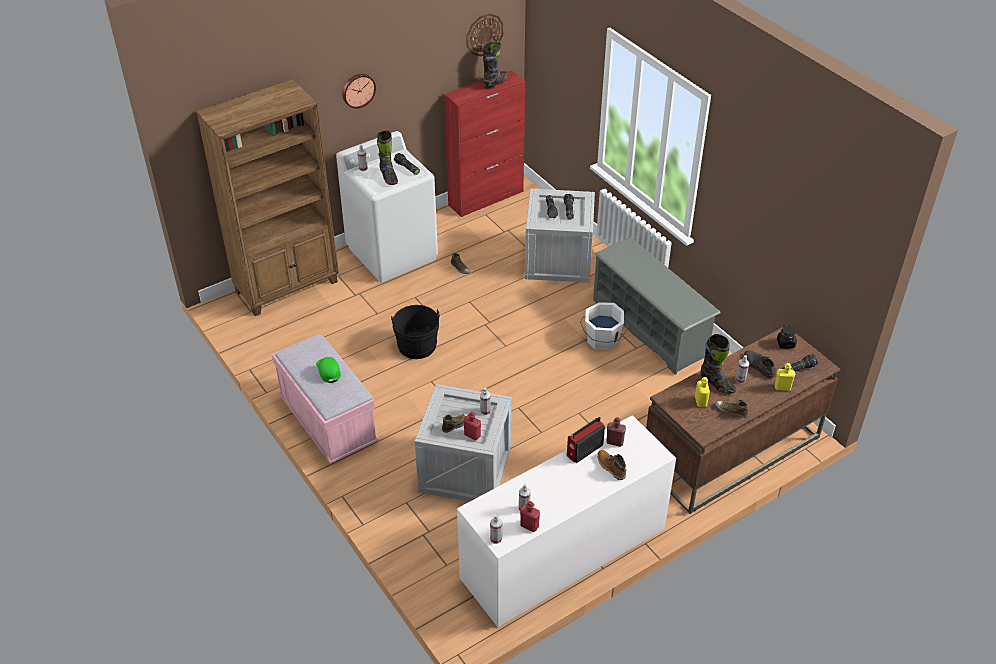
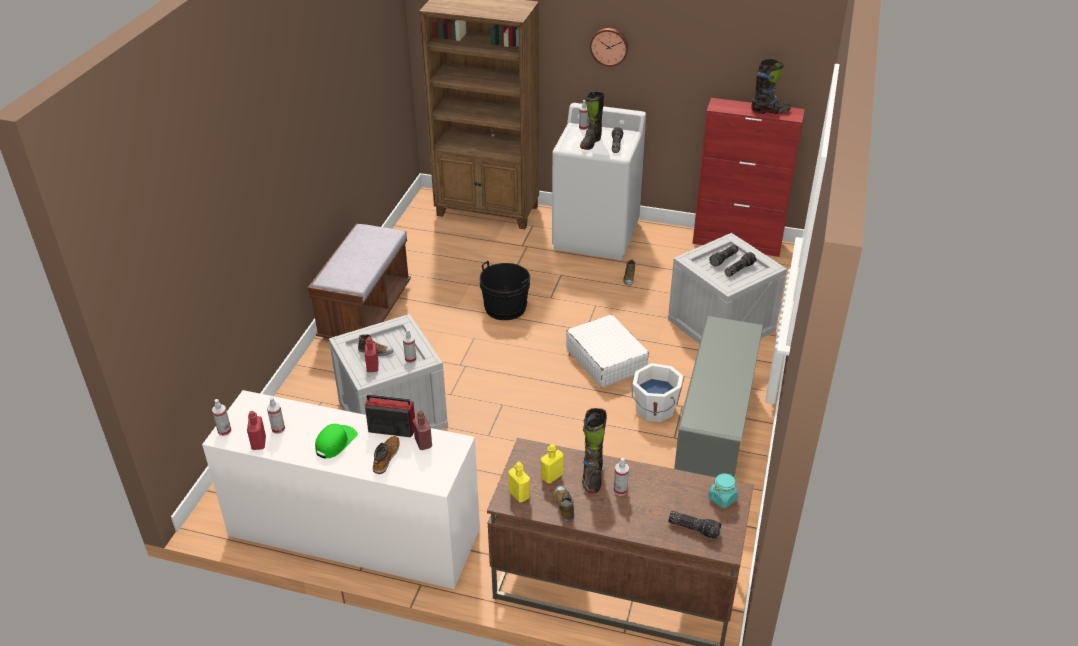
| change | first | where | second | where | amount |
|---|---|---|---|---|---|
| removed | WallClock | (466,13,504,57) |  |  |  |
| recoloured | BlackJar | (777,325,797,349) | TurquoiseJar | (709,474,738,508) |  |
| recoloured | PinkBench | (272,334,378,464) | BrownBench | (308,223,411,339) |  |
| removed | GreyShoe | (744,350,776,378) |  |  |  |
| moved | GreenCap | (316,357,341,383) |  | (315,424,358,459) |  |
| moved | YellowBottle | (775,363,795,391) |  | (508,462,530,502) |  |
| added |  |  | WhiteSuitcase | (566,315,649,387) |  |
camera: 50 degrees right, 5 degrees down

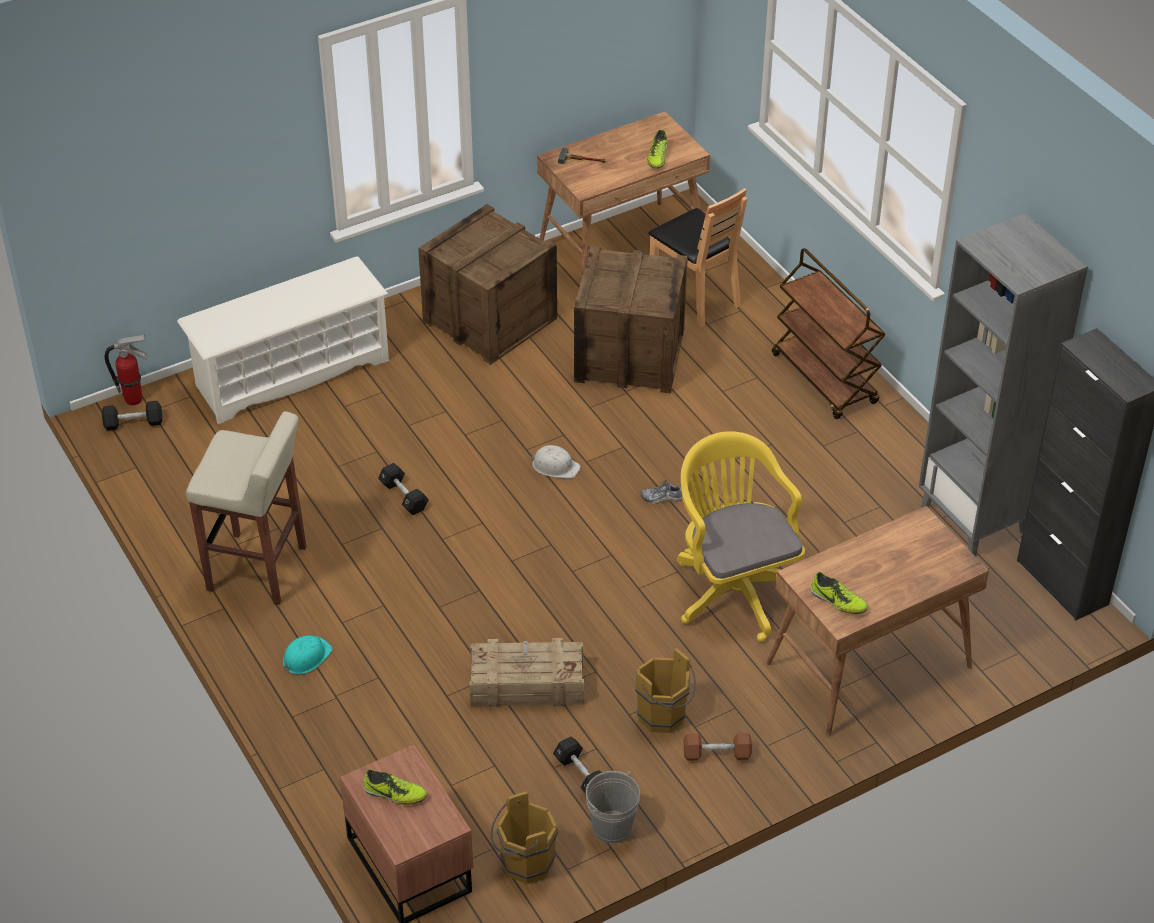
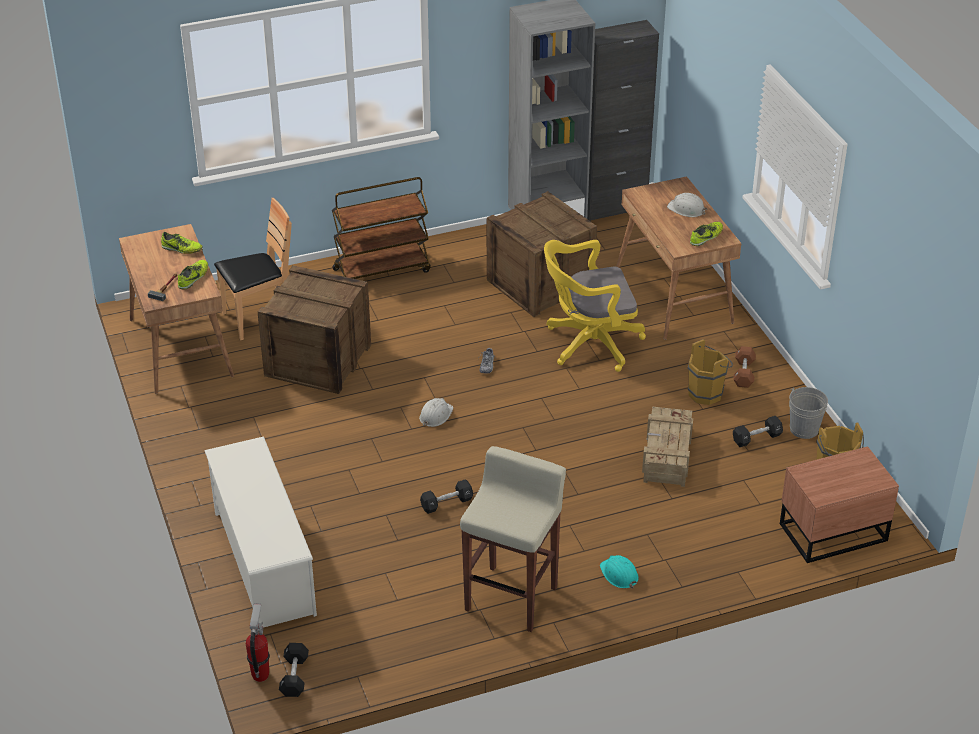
| change | first | where | second | where | amount |
|---|---|---|---|---|---|
| moved | Crate | (418,204,557,365) |  | (487,191,597,317) |  |
| moved | Shoe | (364,769,427,805) |  | (178,260,208,289) |  |
| added |  |  | WhiteHardHat | (667,193,707,217) |  |
camera: 80 degrees left, 5 degrees down

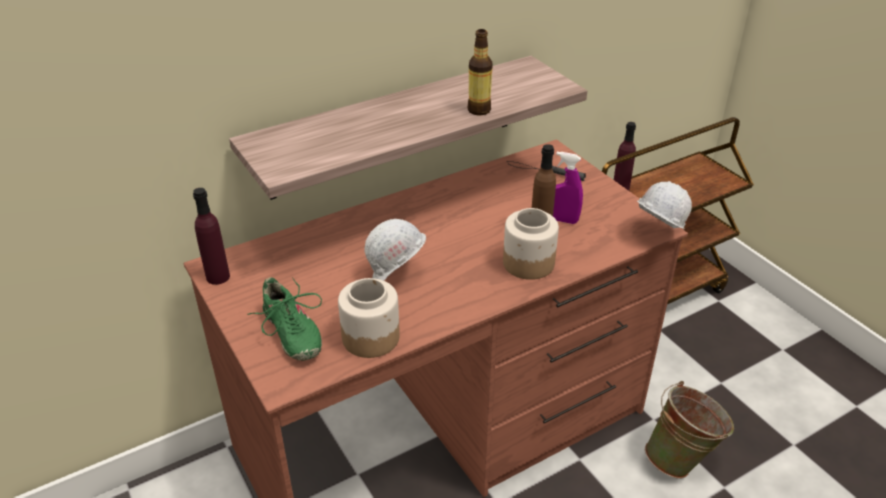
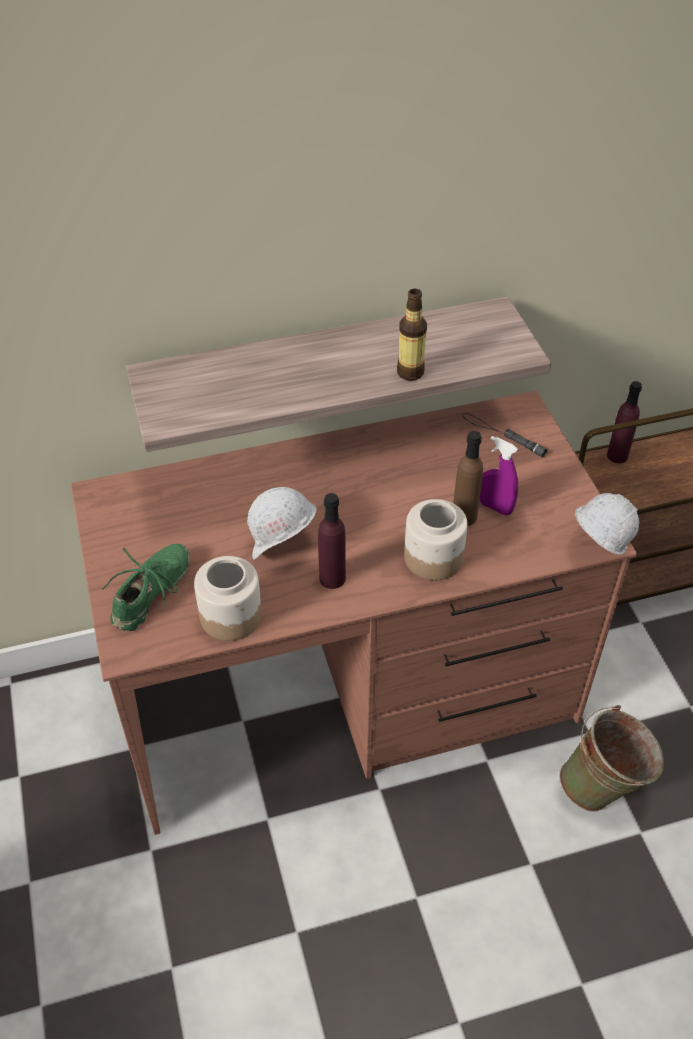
| change | first | where | second | where | amount |
|---|---|---|---|---|---|
| moved | PurpleBottle | (193,188,230,285) |  | (318,493,346,589) |  |
| turned | GreenShoe | (247,277,322,361) |  | (102,544,190,631) | 135 degrees counterclockwise |
camera: 15 degrees right, 10 degrees up

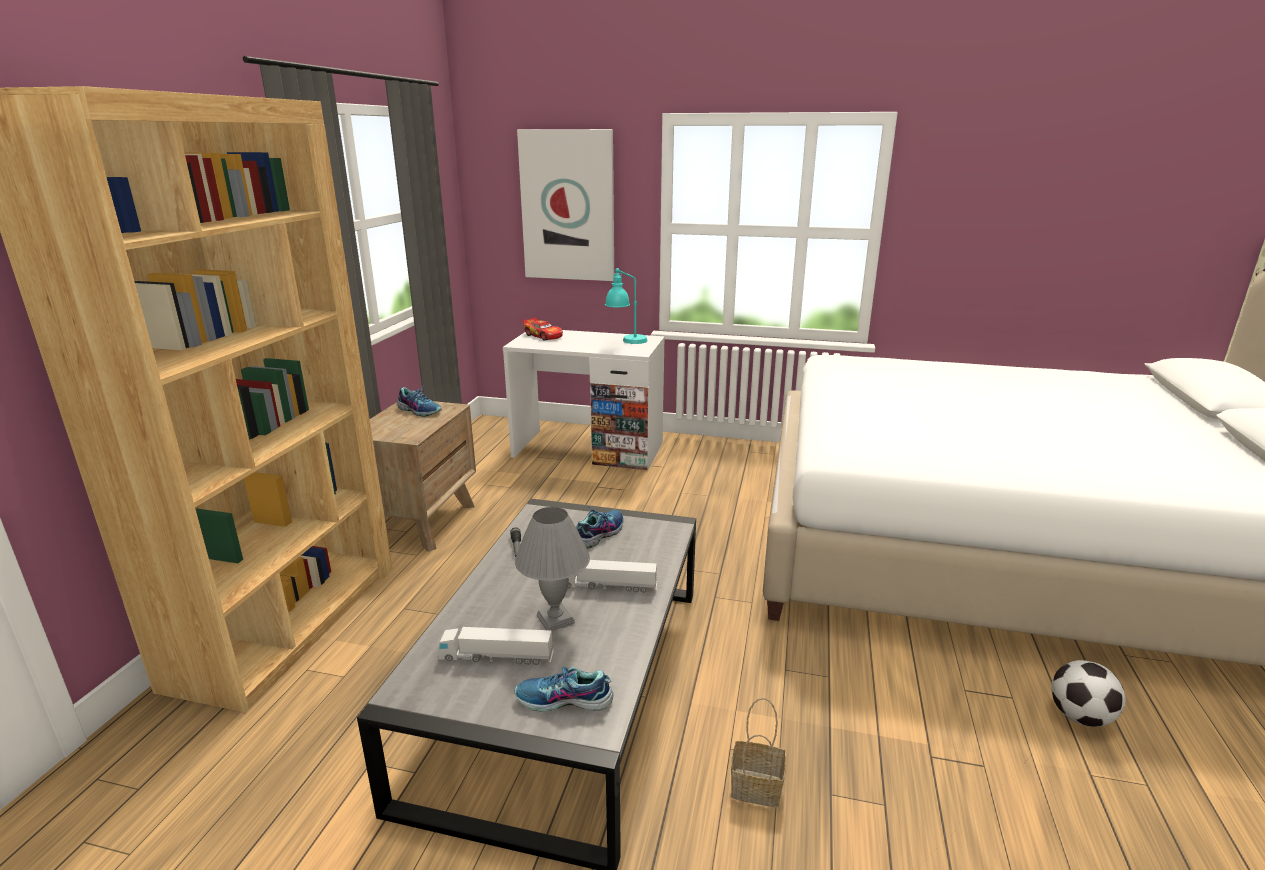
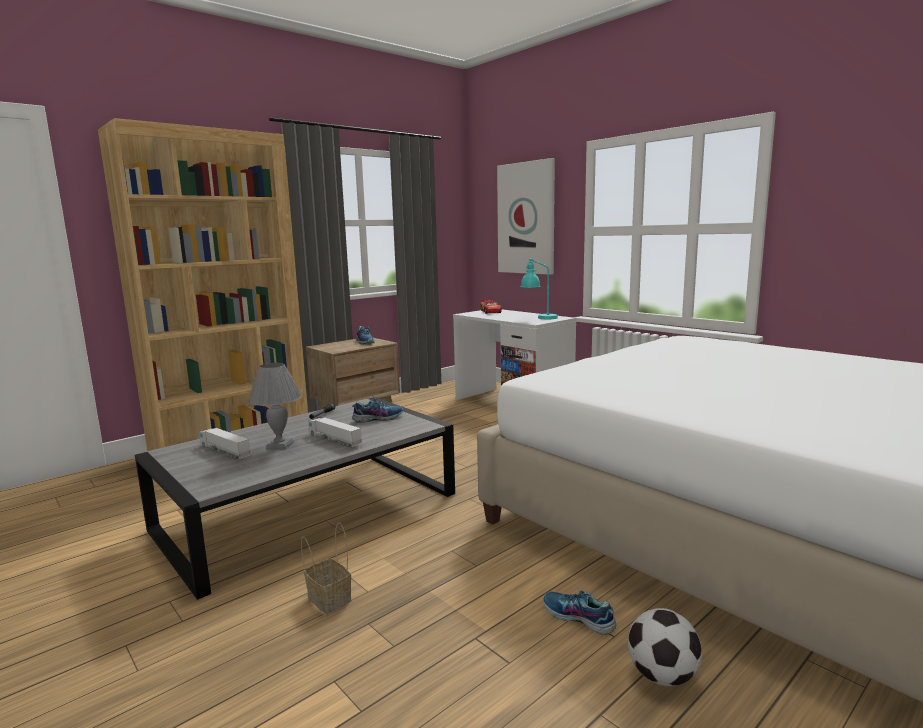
| change | first | where | second | where | amount |
|---|---|---|---|---|---|
| moved | Shoe | (515,667,613,711) |  | (543,591,616,635) |  |
camera: 35 degrees right, 10 degrees down

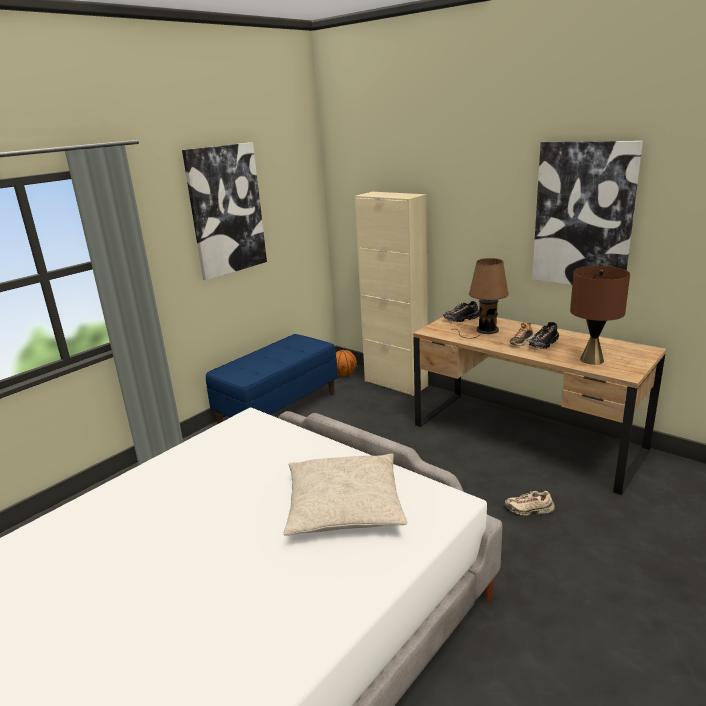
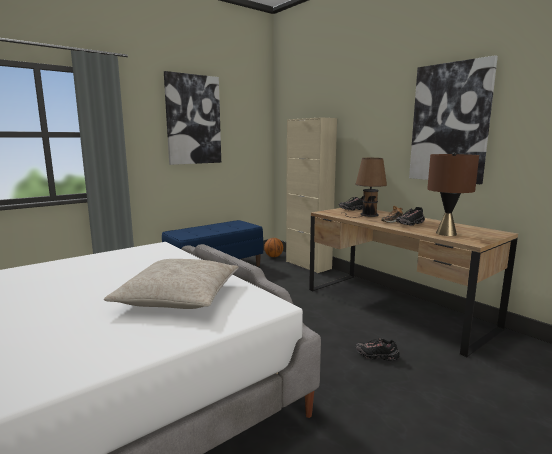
| change | first | where | second | where | amount |
|---|---|---|---|---|---|
| recoloured | BeigeShoe | (505,491,555,516) | BlackShoe | (356,338,400,361) |  |
camera: 10 degrees right, 10 degrees down

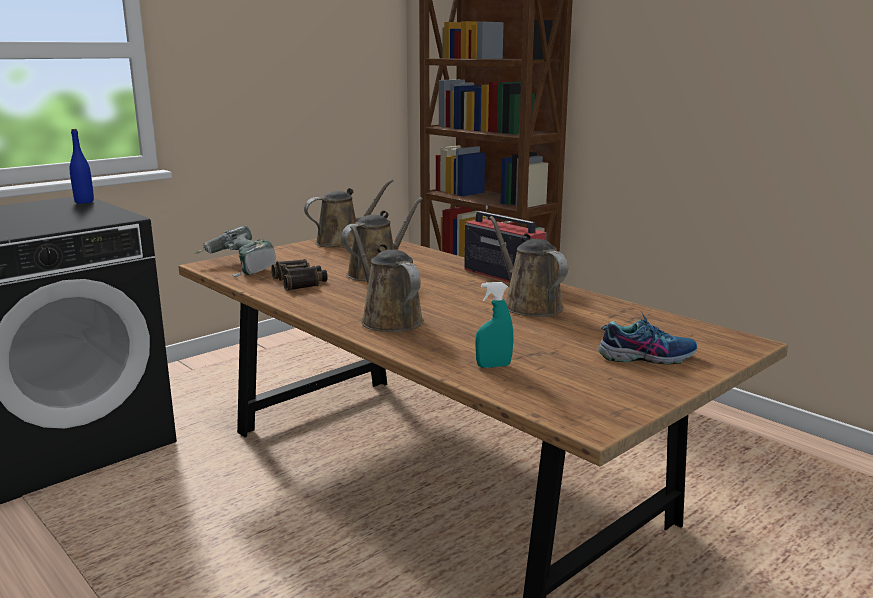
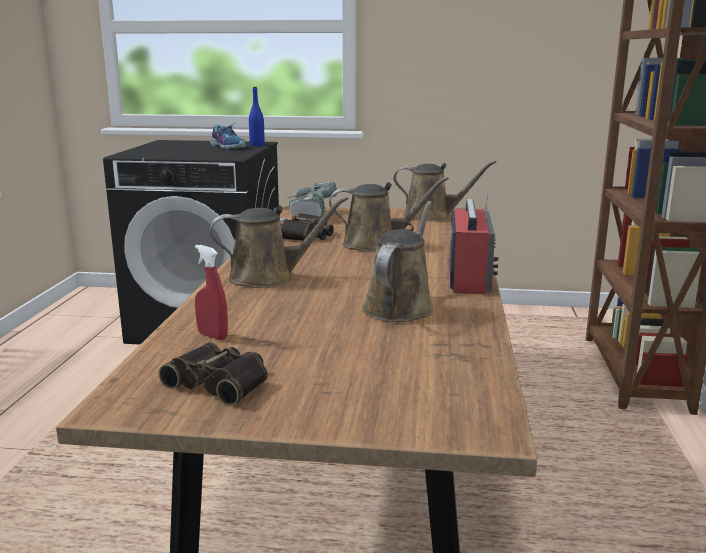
| change | first | where | second | where | amount |
|---|---|---|---|---|---|
| turned | BrownWateringCan | (350,225,424,332) |  | (210,196,348,288) | 60 degrees clockwise |
| recoloured | TurquoiseSprayBottle | (475,282,514,368) | RedSprayBottle | (195,245,228,340) |  |
| moved | Shoe | (598,311,698,365) |  | (210,124,246,150) |  |
| added |  |  | Binoculars | (159,342,268,406) |  |
camera: 50 degrees right, 0 degrees up

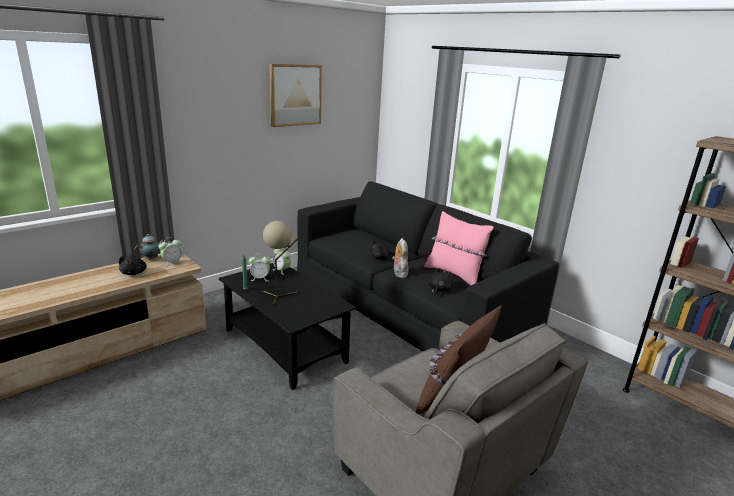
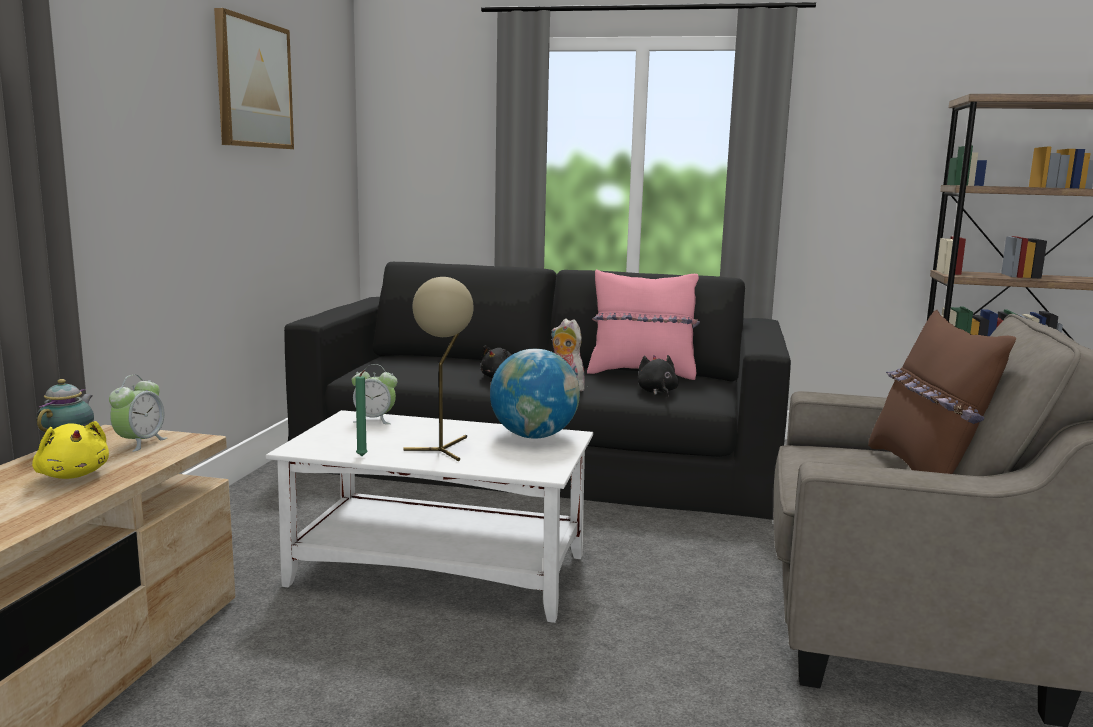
| change | first | where | second | where | amount |
|---|---|---|---|---|---|
| removed | AlarmClock | (248,253,271,281) |  |  |  |
| recoloured | BlackPlushToy | (119,255,147,275) | YellowPlushToy | (32,421,109,479) |  |
| recoloured | BlackCoffeeTable | (219,263,356,390) | WhiteCoffeeTable | (266,410,593,623) |  |
| added |  |  | Globe | (490,349,580,439) |  |
camera: 35 degrees left, 10 degrees down

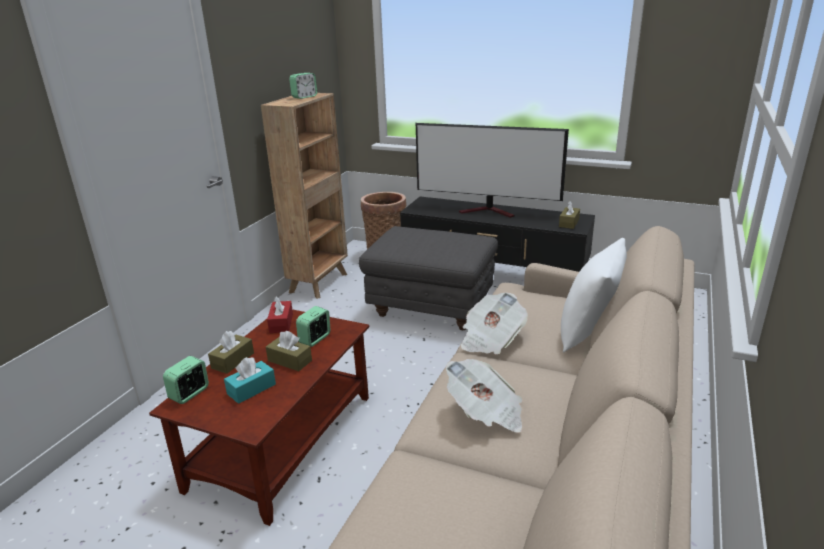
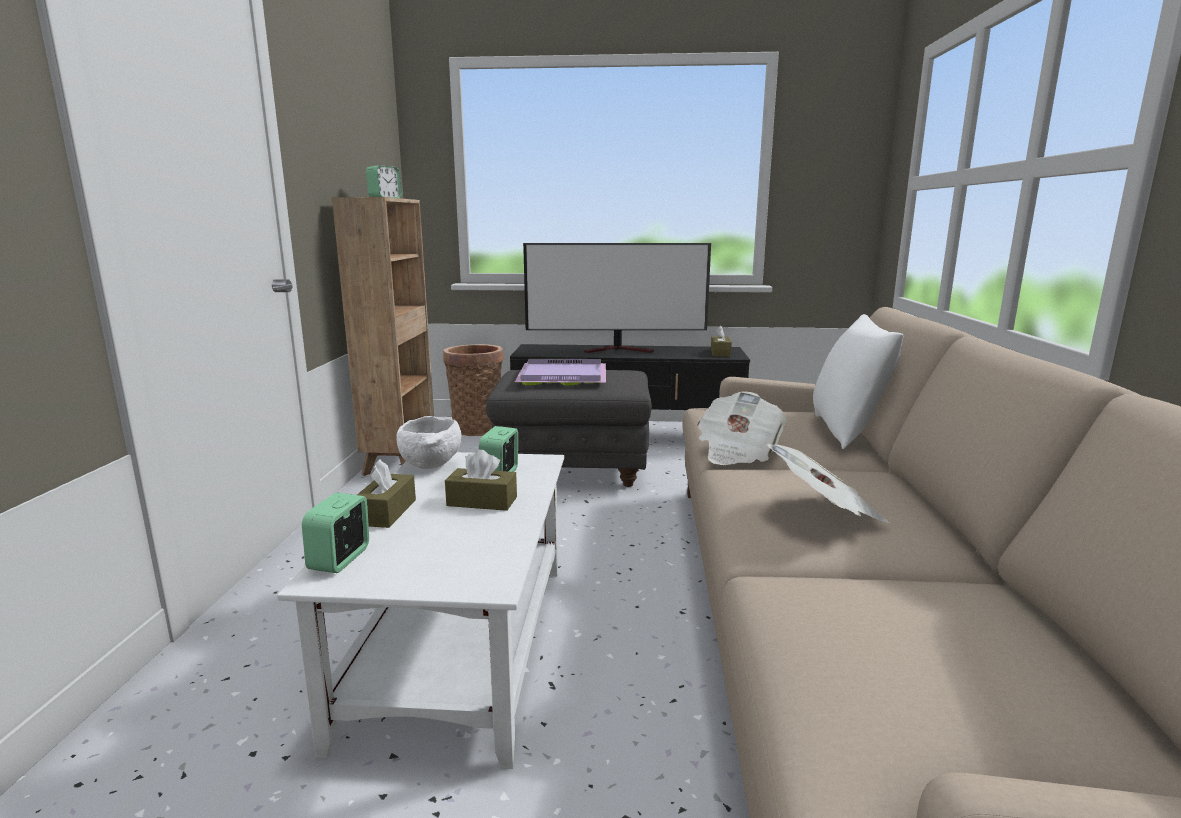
| change | first | where | second | where | amount |
|---|---|---|---|---|---|
| replaced | RedTissueBox | (267,296,293,333) | WhiteBowl | (396,416,461,469) |  |
| recoloured | BrownCoffeeTable | (149,309,369,526) | WhiteCoffeeTable | (277,452,564,769) |  |
| removed | TurquoiseTissueBox | (224,357,276,404) |  |  |  |
| added |  |  | PurpleTray | (515,359,606,386) |  |
camera: 20 degrees left, 10 degrees down

